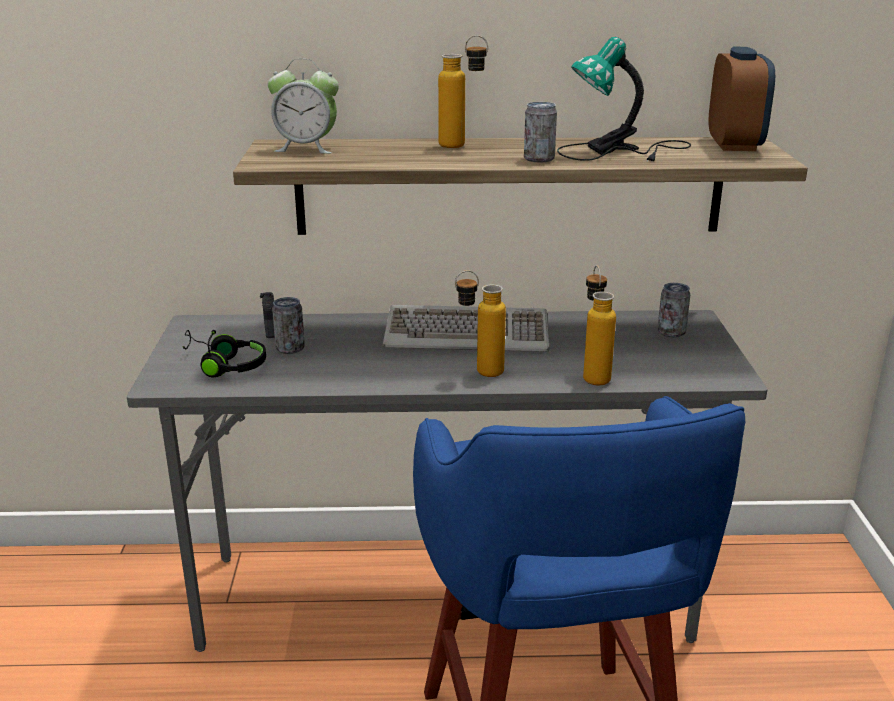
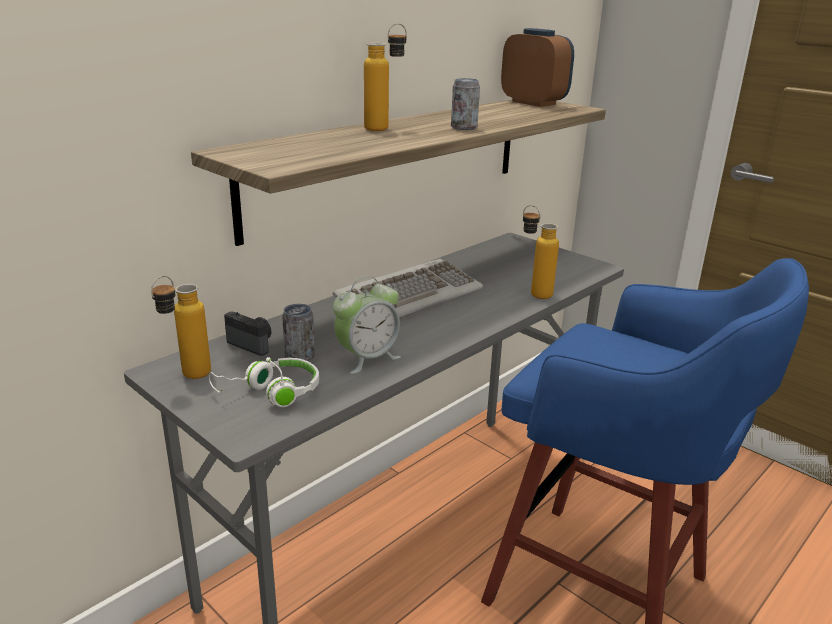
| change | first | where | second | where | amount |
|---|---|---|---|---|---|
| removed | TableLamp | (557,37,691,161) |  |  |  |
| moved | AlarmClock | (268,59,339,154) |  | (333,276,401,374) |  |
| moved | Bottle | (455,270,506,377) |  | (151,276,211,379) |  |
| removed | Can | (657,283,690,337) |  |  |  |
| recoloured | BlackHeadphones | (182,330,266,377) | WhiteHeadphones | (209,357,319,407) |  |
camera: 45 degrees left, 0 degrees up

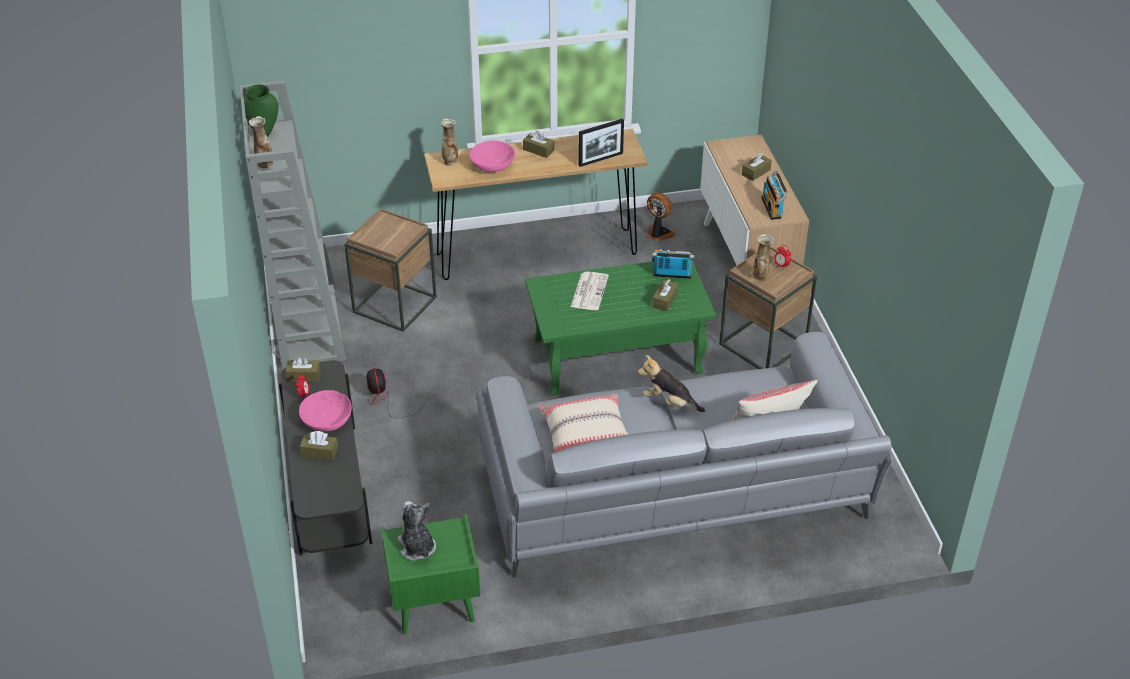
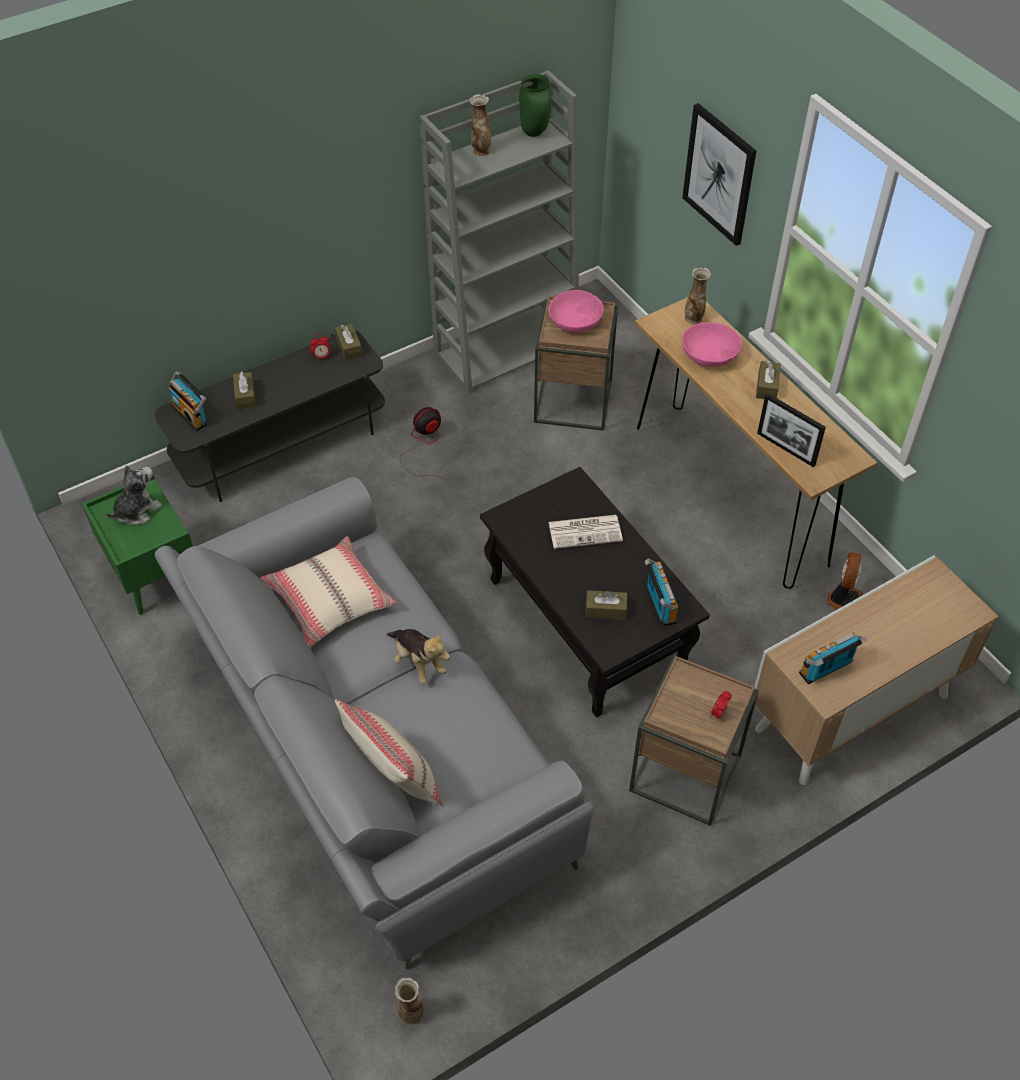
| change | first | where | second | where | amount |
|---|---|---|---|---|---|
| removed | BrownTissueBox | (742,152,772,181) |  |  |  |
| moved | Vase | (752,234,774,282) |  | (395,978,423,1024) |  |
| recoloured | GreenCoffeeTable | (525,261,717,396) | BlackCoffeeTable | (480,467,710,718) |  |
| turned | PlushToy | (638,355,705,412) |  | (387,629,450,684) | 135 degrees clockwise |
| moved | PinkBowl | (299,390,352,431) |  | (549,290,604,333) |  |
| added |  |  | Picture | (682,103,756,246) |  |
| added |  |  | Radio | (168,371,207,431) |  |
camera: 70 degrees right, 10 degrees up

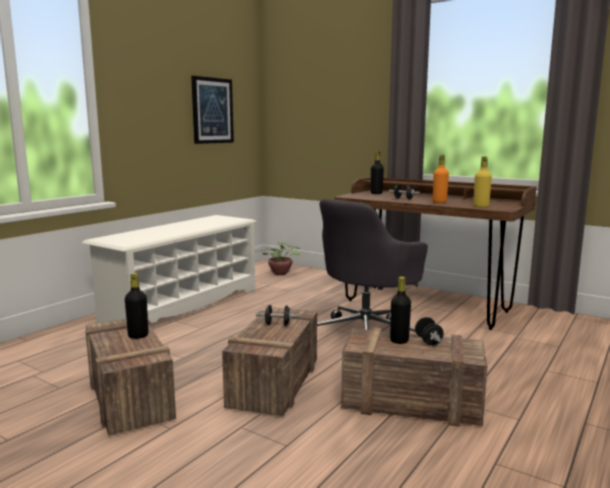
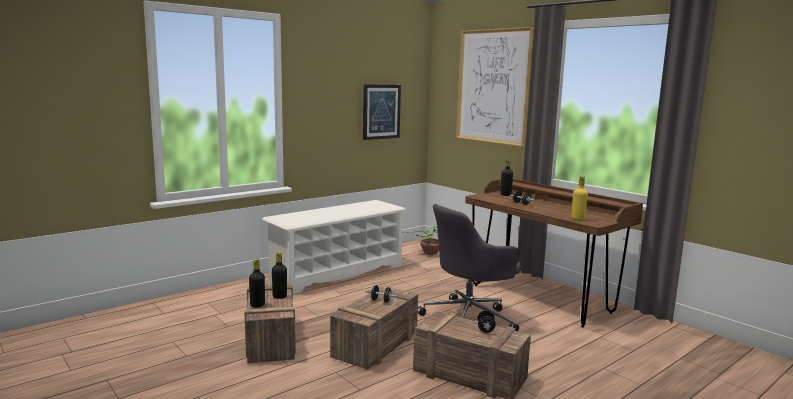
| change | first | where | second | where | amount |
|---|---|---|---|---|---|
| removed | OrangeBottle | (433,155,449,203) |  |  |  |
| moved | BlackBottle | (390,276,411,344) |  | (249,259,265,308) |  |
| added |  |  | Picture | (456,27,534,147) |  |
camera: 15 degrees right, 0 degrees up

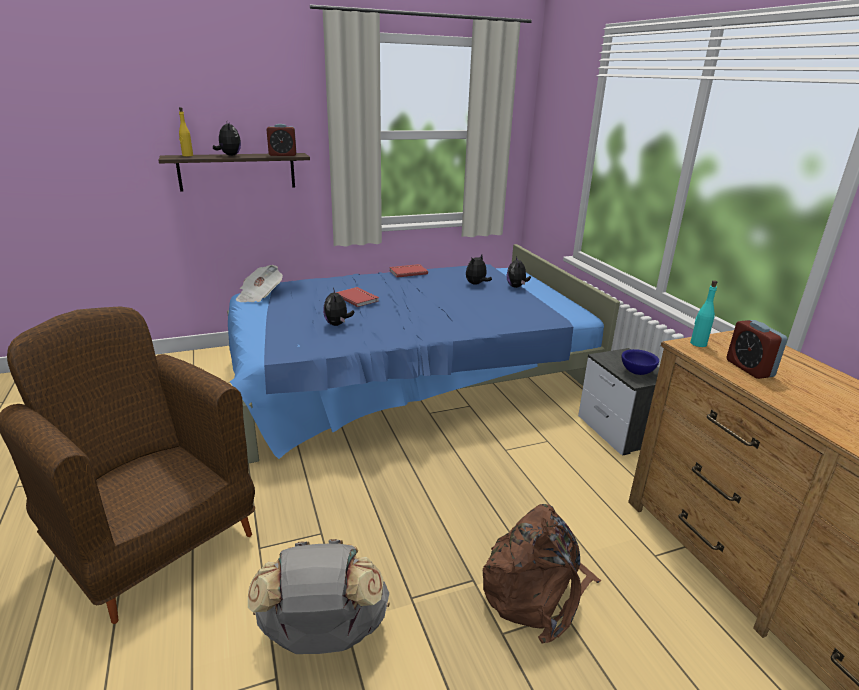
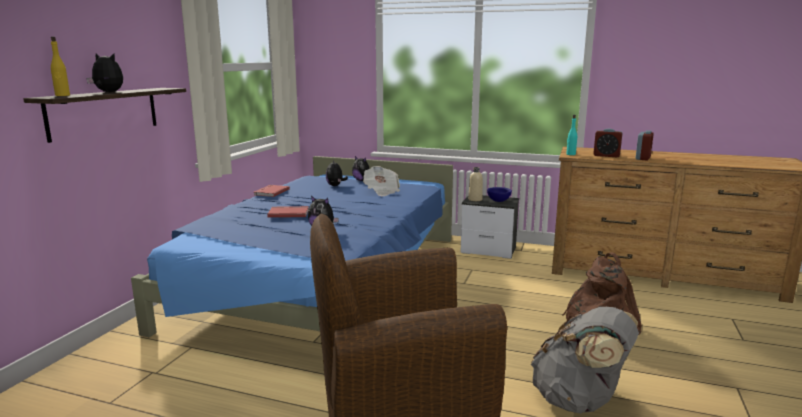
| change | first | where | second | where | amount |
|---|---|---|---|---|---|
| moved | AlarmClock | (266,124,296,156) |  | (636,130,654,161) |  |
| moved | Newspaper | (236,265,283,302) |  | (363,166,400,196) |  |
| added |  |  | BeigeBottle | (468,167,483,201) |  |
camera: 50 degrees left, 10 degrees down

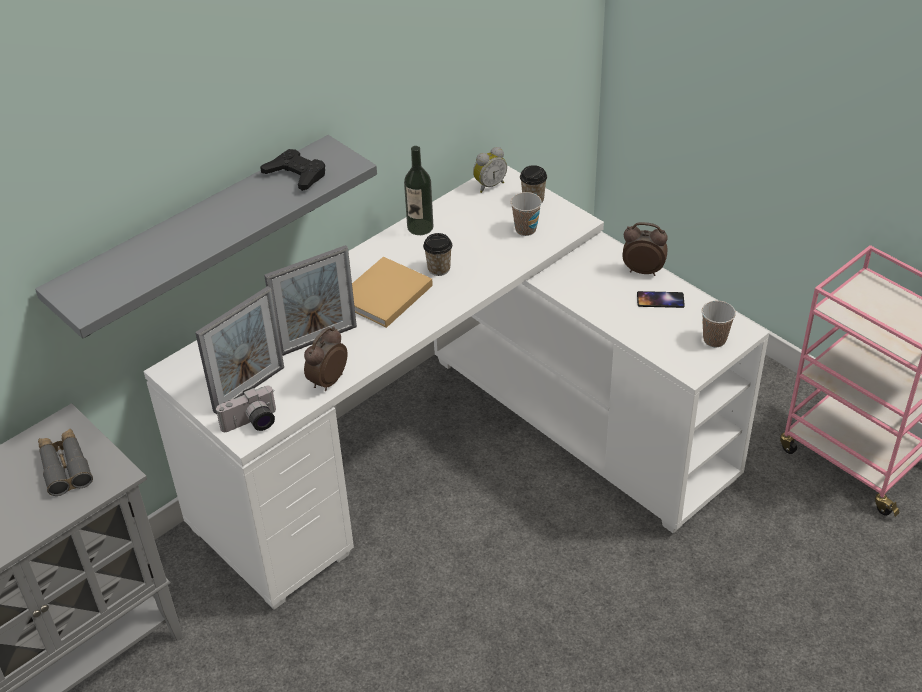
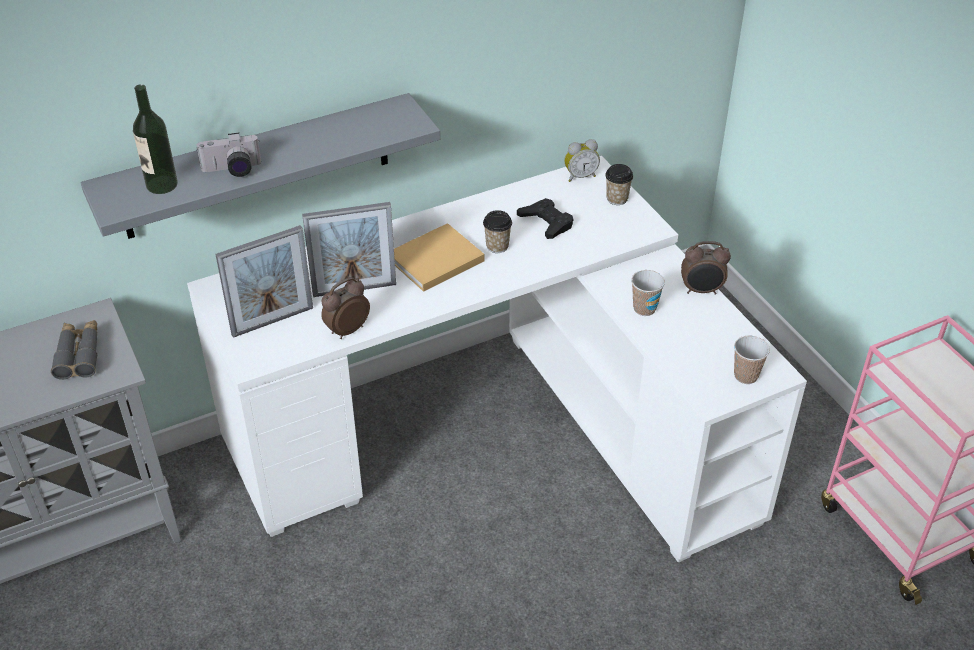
| change | first | where | second | where | amount |
|---|---|---|---|---|---|
| moved | Bottle | (404,146,433,235) |  | (133,84,178,194) |  |
| moved | BlackGameController | (260,149,325,191) |  | (517,198,573,239) |  |
| moved | Cup | (511,192,542,236) |  | (631,270,665,316) |  |
| turned | AlarmClock | (622,222,668,276) |  | (681,241,731,295) | 150 degrees clockwise |
| removed | Phone | (637,291,685,308) |  |  |  |
| moved | PhotoCamera | (216,386,276,432) |  | (196,133,261,177) |  |
camera: 15 degrees right, 0 degrees up

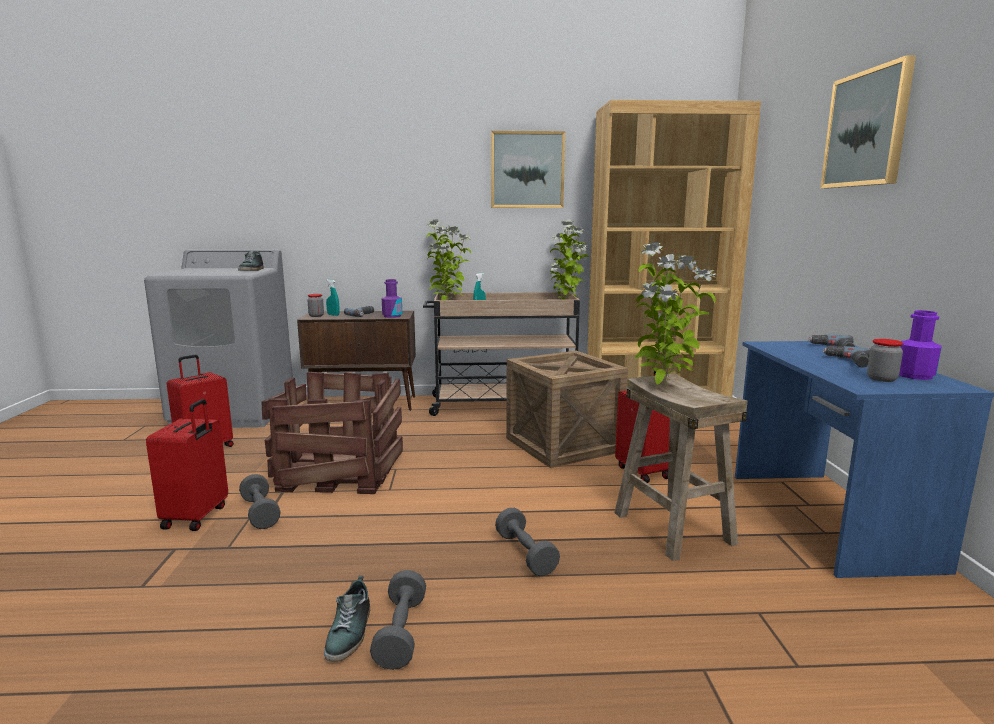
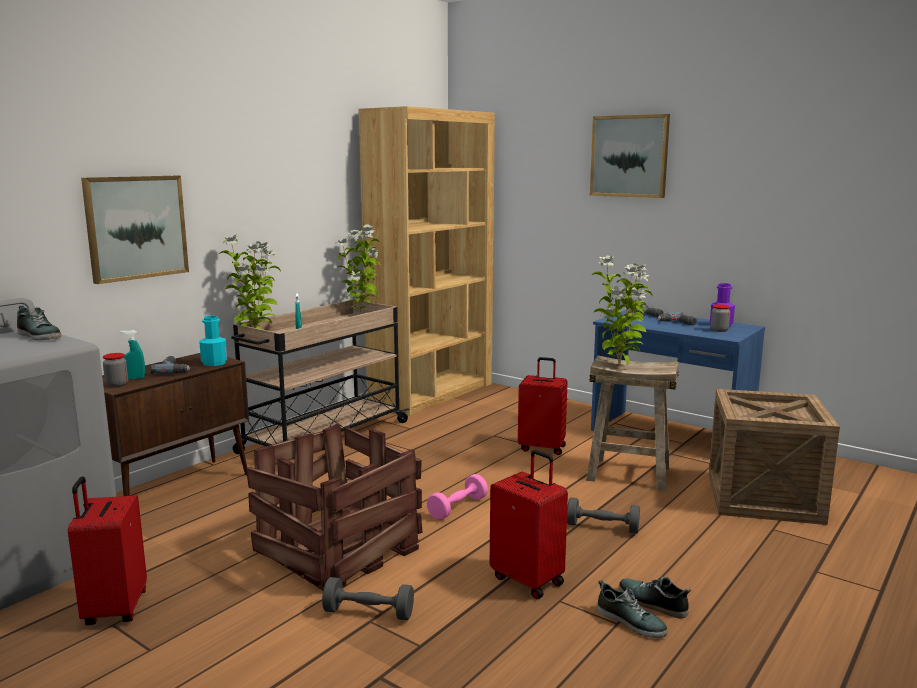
| change | first | where | second | where | amount |
|---|---|---|---|---|---|
| moved | Picture | (491,131,565,208) |  | (81,176,189,284) |  |
| recoloured | PurpleBottle | (382,279,402,318) | TurquoiseBottle | (199,316,227,366) |  |
| moved | Crate | (506,351,628,468) |  | (709,389,840,525) |  |
| moved | RedSuitcase | (146,399,228,531) |  | (490,450,568,599) |  |
| replaced | GreyDumbbell | (370,570,426,670) | Shoe | (619,577,691,618) |  |
| added |  |  | PinkDumbbell | (427,474,488,520) |  |
camera: 50 degrees left, 0 degrees up

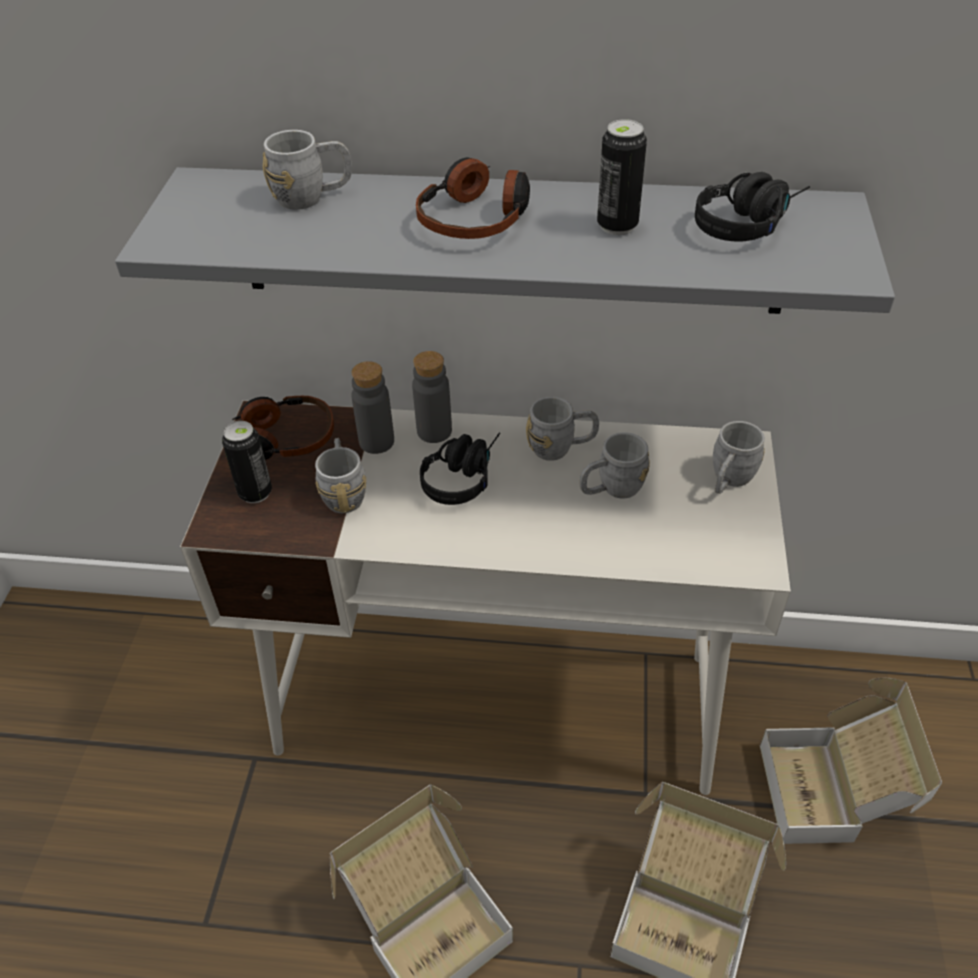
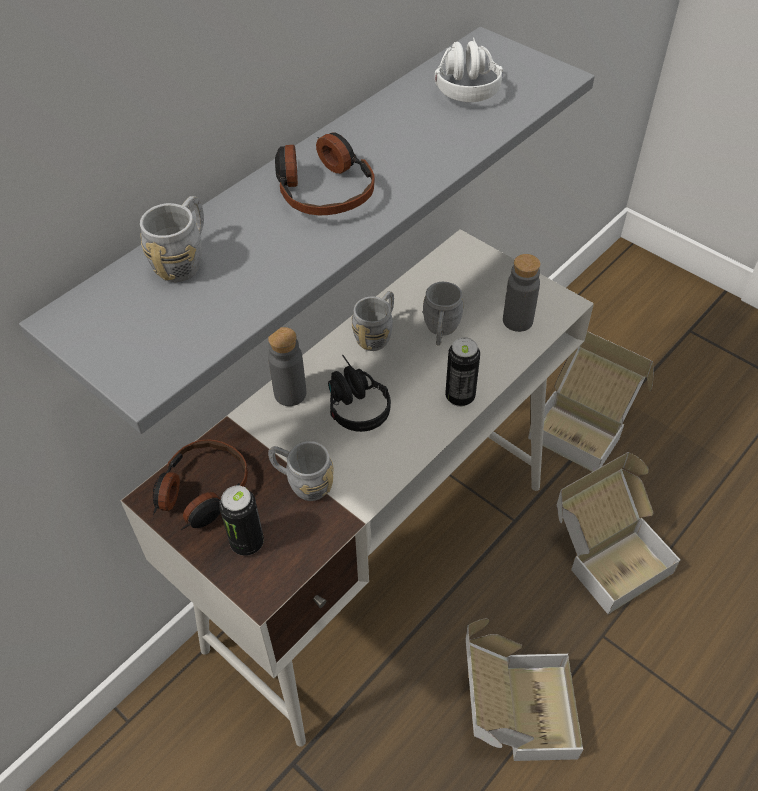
| change | first | where | second | where | amount |
|---|---|---|---|---|---|
| moved | Can | (597,119,647,235) |  | (445,337,480,407) |  |
| recoloured | BlackHeadphones | (695,172,810,242) | WhiteHeadphones | (434,37,503,102) |  |
| moved | GreyBottle | (351,361,394,454) |  | (503,254,540,332) |  |
| removed | GreyMug | (713,421,765,494) |  |  |  |
camera: 55 degrees left, 5 degrees up

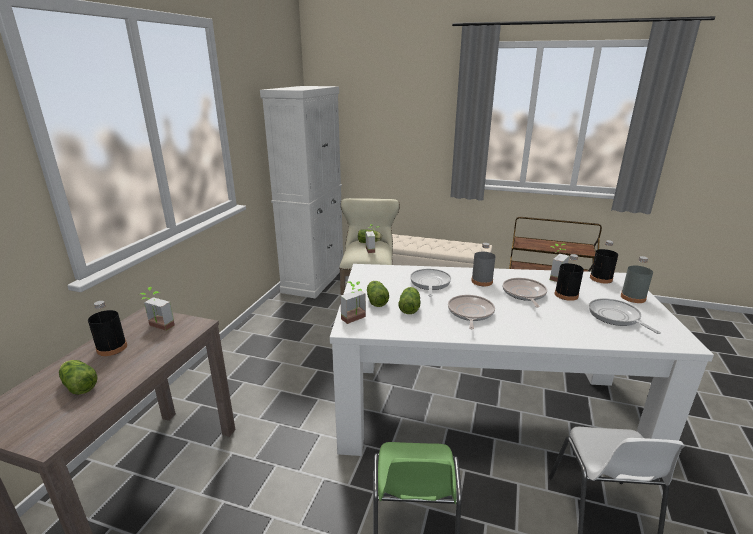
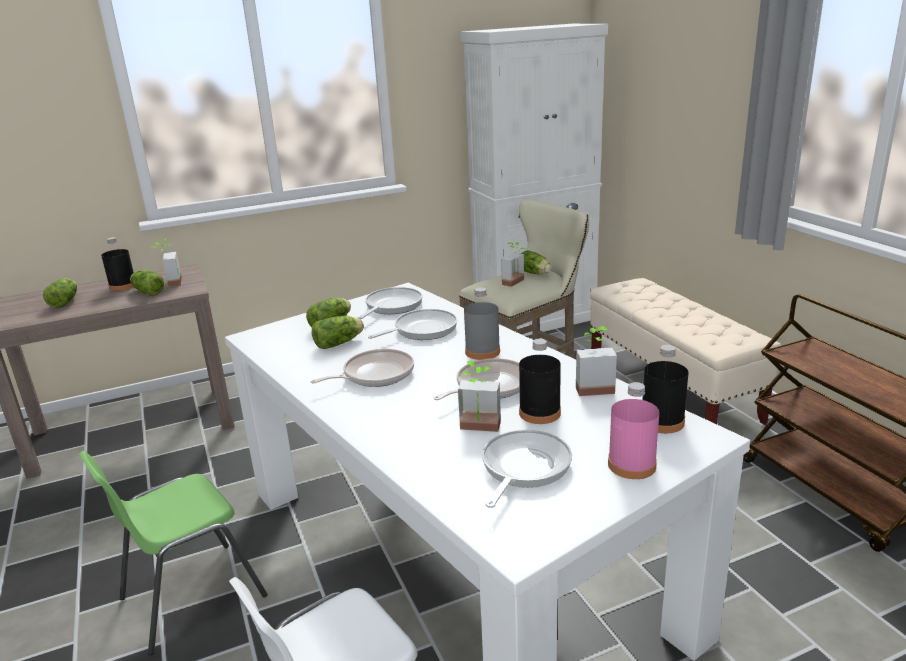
| change | first | where | second | where | amount |
|---|---|---|---|---|---|
| recoloured | GreyBottle | (621,256,653,303) | PinkBottle | (608,382,659,479) |  |
| moved | PottedPlant | (340,281,366,324) |  | (458,361,501,432) |  |
| added |  |  | Lettuce | (130,270,164,296) |  |
| added |  |  | FryingPan | (357,287,423,319) |  |
camera: 50 degrees right, 0 degrees up

